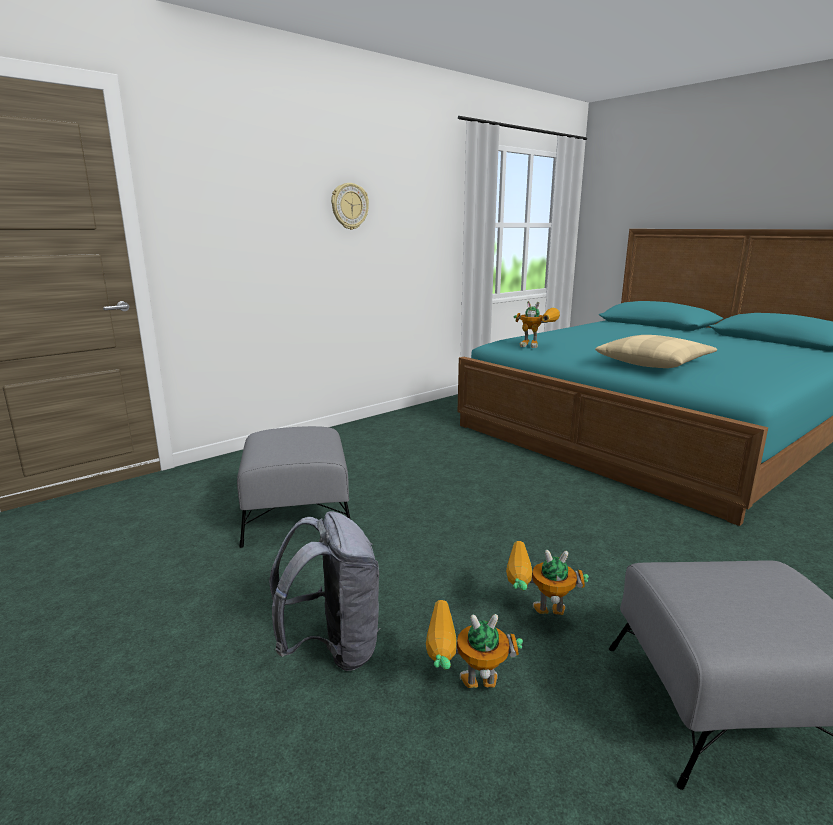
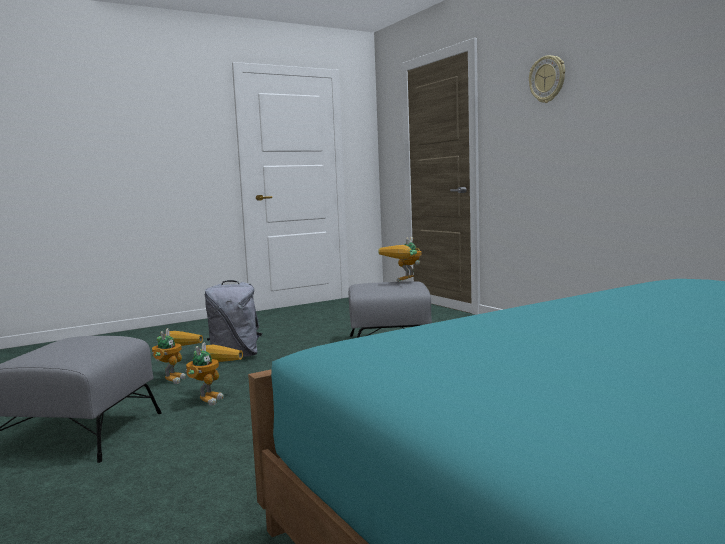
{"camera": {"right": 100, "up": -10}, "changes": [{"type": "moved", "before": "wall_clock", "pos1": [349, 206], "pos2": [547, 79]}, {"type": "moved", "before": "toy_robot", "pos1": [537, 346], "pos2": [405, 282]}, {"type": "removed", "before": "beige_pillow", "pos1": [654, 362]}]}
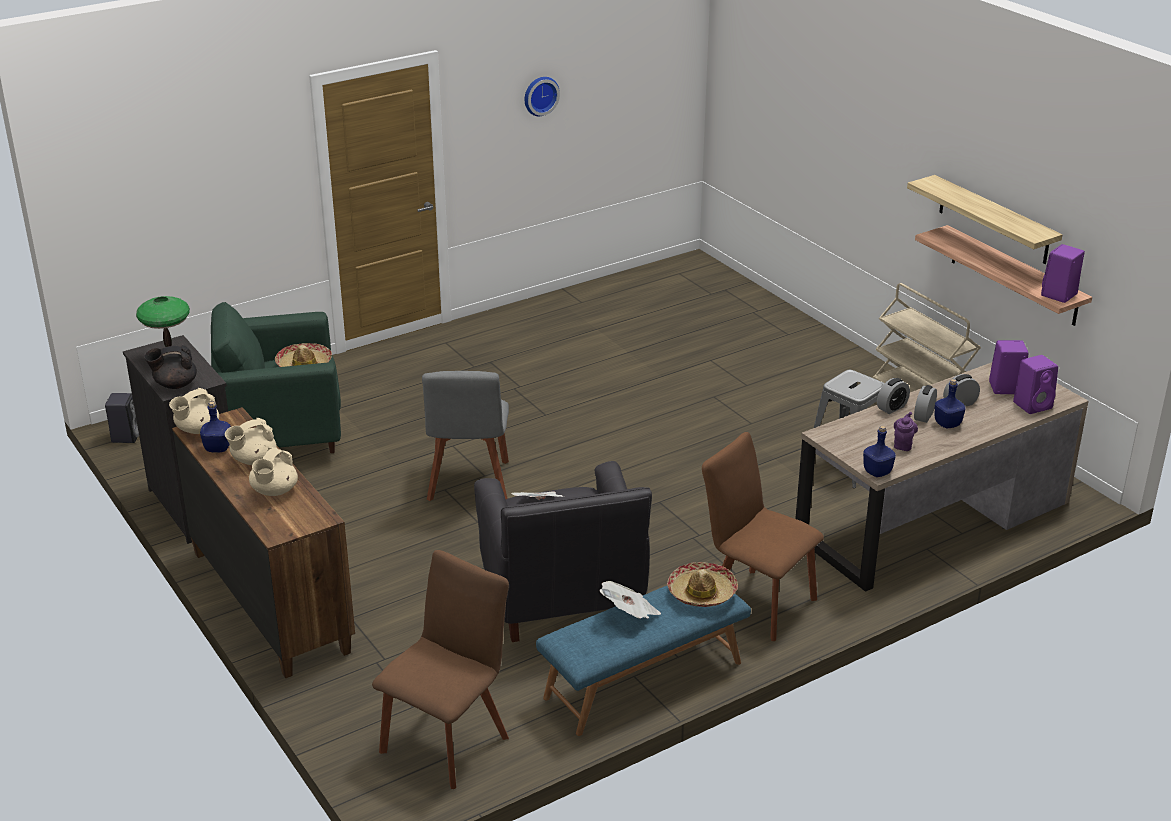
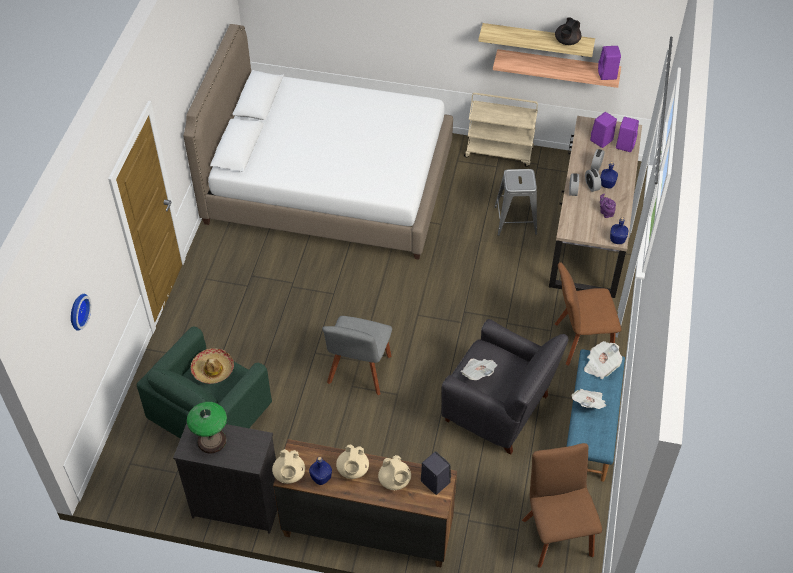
{"camera": {"right": -45, "up": 20}, "changes": [{"type": "moved", "before": "black_speaker", "pos1": [126, 436], "pos2": [434, 481]}, {"type": "moved", "before": "black_teapot", "pos1": [175, 384], "pos2": [567, 42]}, {"type": "turned", "before": "grey_chair", "pos1": [469, 483], "pos2": [359, 372], "turn": 60}, {"type": "moved", "before": "wall_clock", "pos1": [540, 95], "pos2": [77, 311]}, {"type": "replaced", "before": "hat", "after": "newspaper", "pos1": [702, 592], "pos2": [601, 365]}, {"type": "added", "after": "white_bed", "pos2": [329, 185]}]}
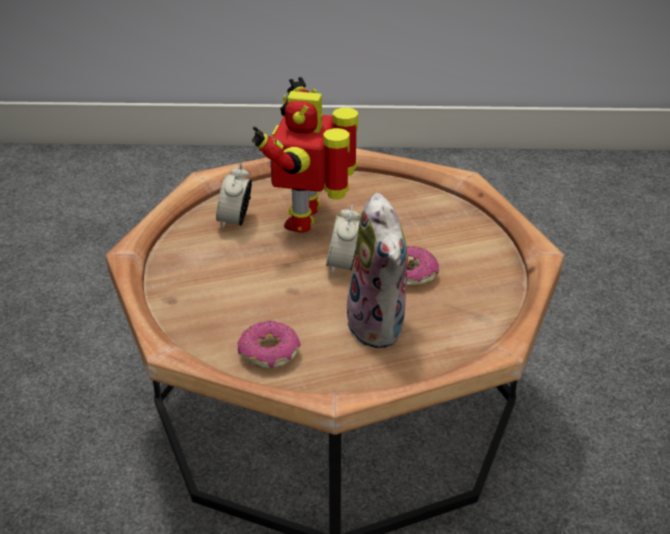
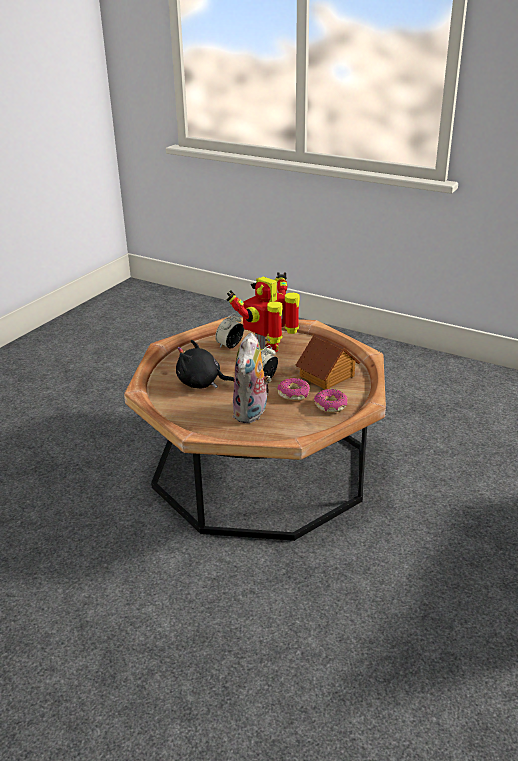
{"camera": {"right": 30, "up": -5}, "changes": [{"type": "moved", "before": "donut", "pos1": [269, 353], "pos2": [330, 406]}, {"type": "added", "after": "black_plush_toy", "pos2": [202, 383]}, {"type": "added", "after": "toy_house", "pos2": [327, 376]}]}
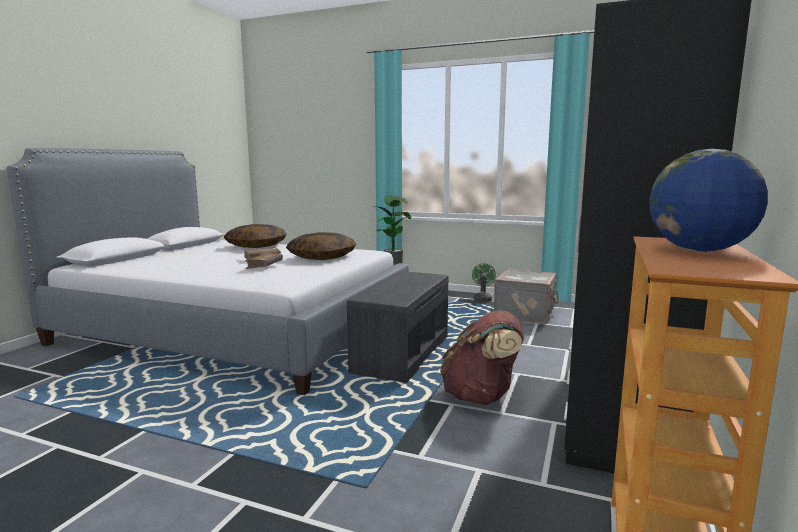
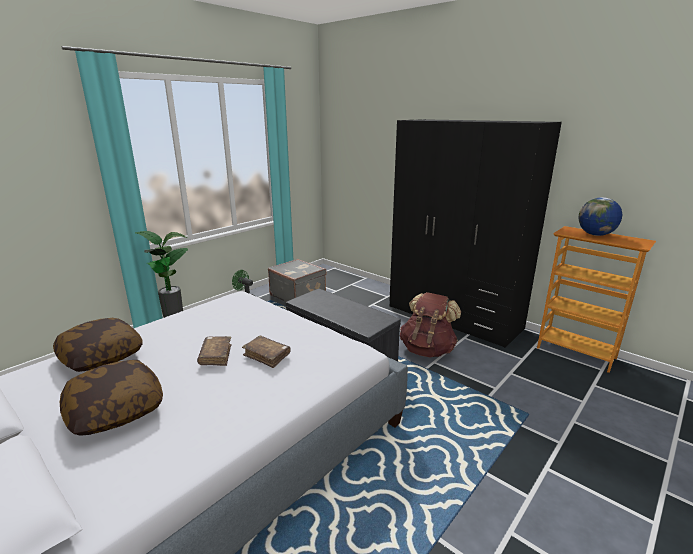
{"camera": {"right": -70, "up": 10}, "changes": [{"type": "moved", "before": "pillow", "pos1": [322, 257], "pos2": [115, 409]}]}
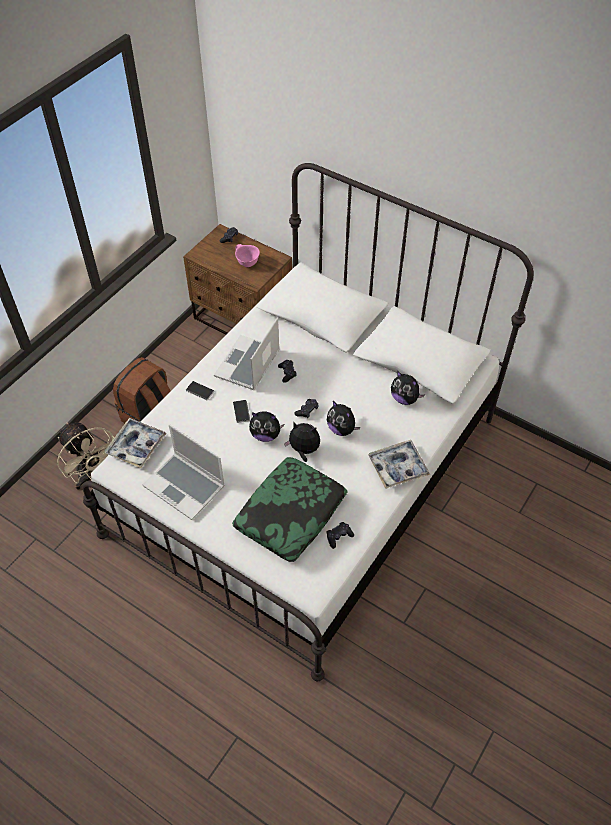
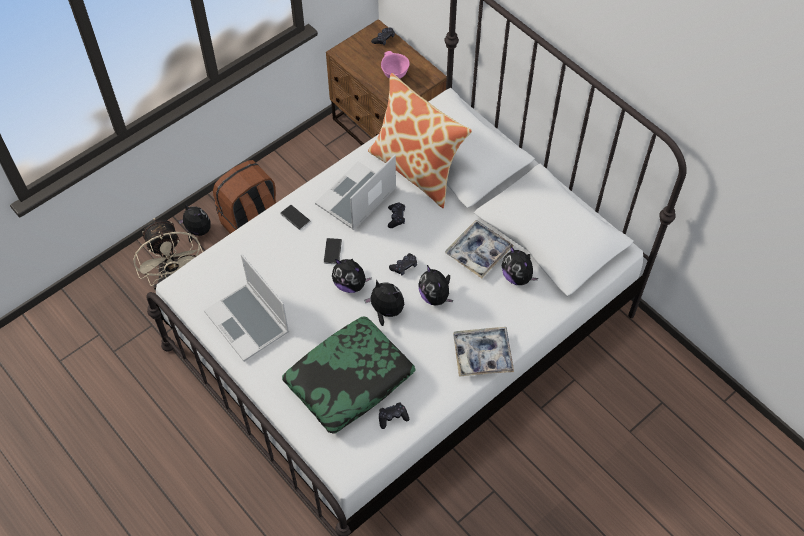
{"camera": {"right": 15, "up": 5}, "changes": [{"type": "moved", "before": "tray", "pos1": [136, 446], "pos2": [478, 252]}, {"type": "added", "after": "plush_toy", "pos2": [197, 231]}, {"type": "added", "after": "pillow", "pos2": [417, 169]}]}
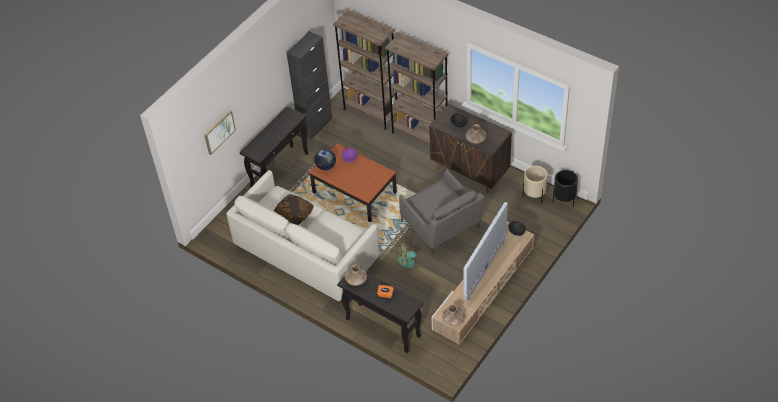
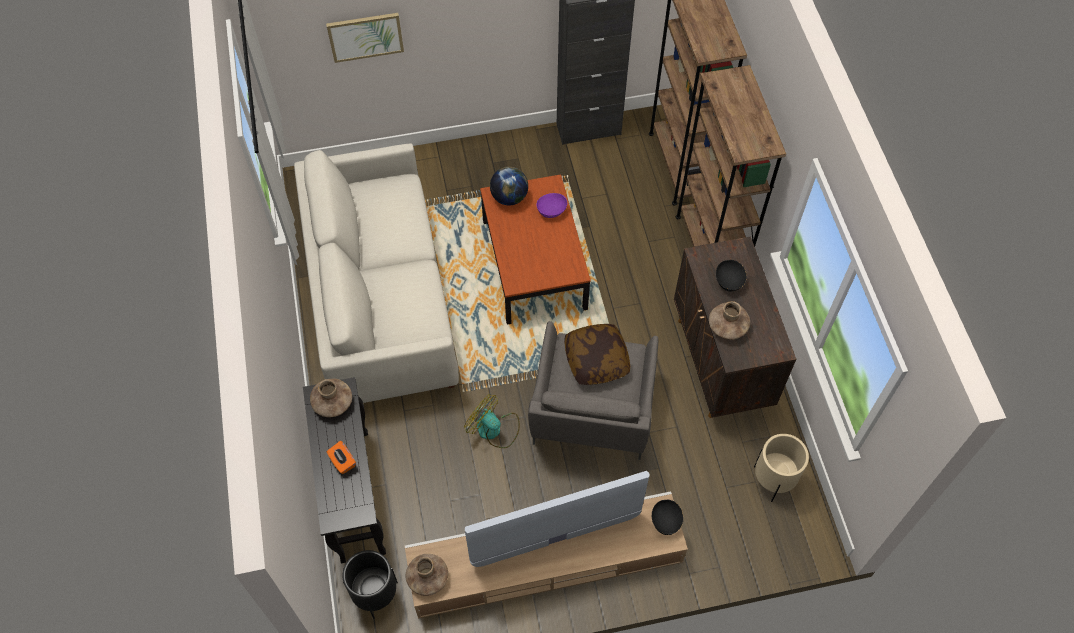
{"camera": {"right": 40, "up": 10}, "changes": [{"type": "removed", "before": "black_console_table", "pos1": [280, 169]}, {"type": "moved", "before": "pillow", "pos1": [294, 214], "pos2": [596, 359]}, {"type": "moved", "before": "black_planter", "pos1": [564, 200], "pos2": [376, 594]}]}
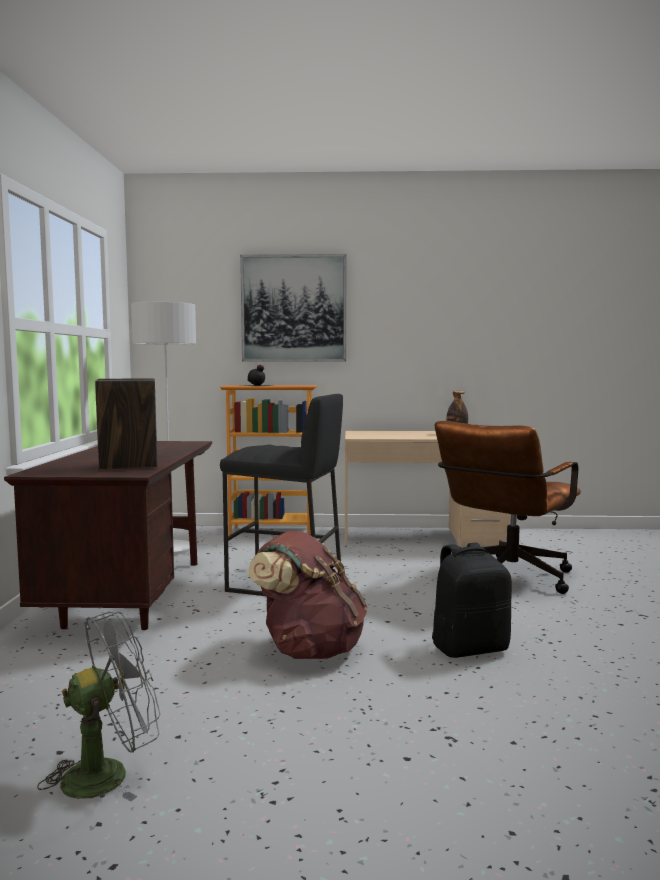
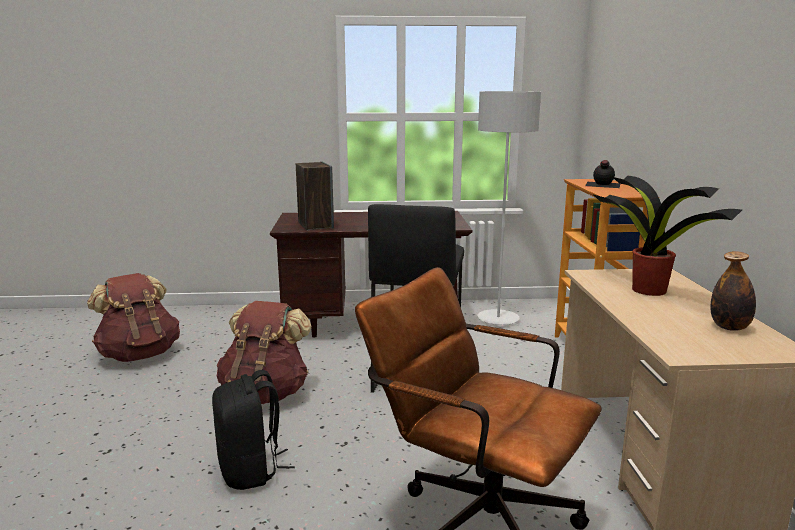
{"camera": {"right": 85, "up": 10}, "changes": [{"type": "replaced", "before": "grey_fan", "after": "brown_backpack", "pos1": [108, 773], "pos2": [139, 354]}, {"type": "removed", "before": "picture", "pos1": [294, 308]}, {"type": "added", "after": "potted_plant", "pos2": [647, 289]}]}
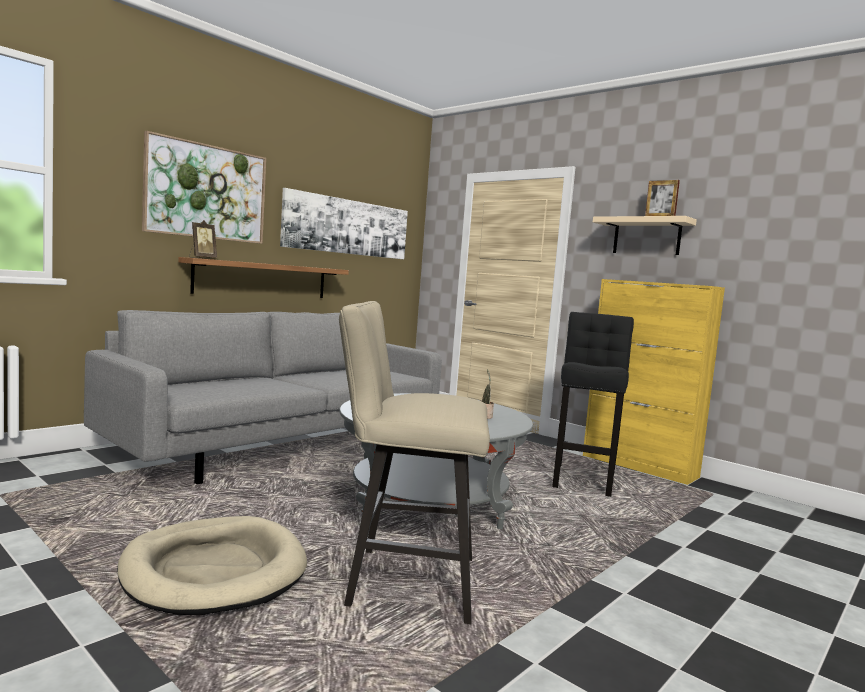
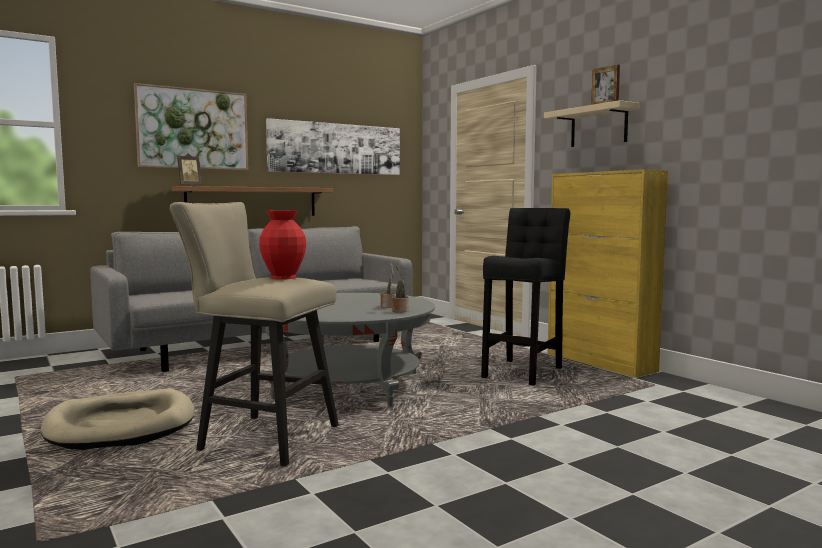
{"camera": {"right": 15, "up": 0}, "changes": [{"type": "added", "after": "red_vase", "pos2": [282, 277]}, {"type": "added", "after": "potted_plant", "pos2": [400, 311]}]}
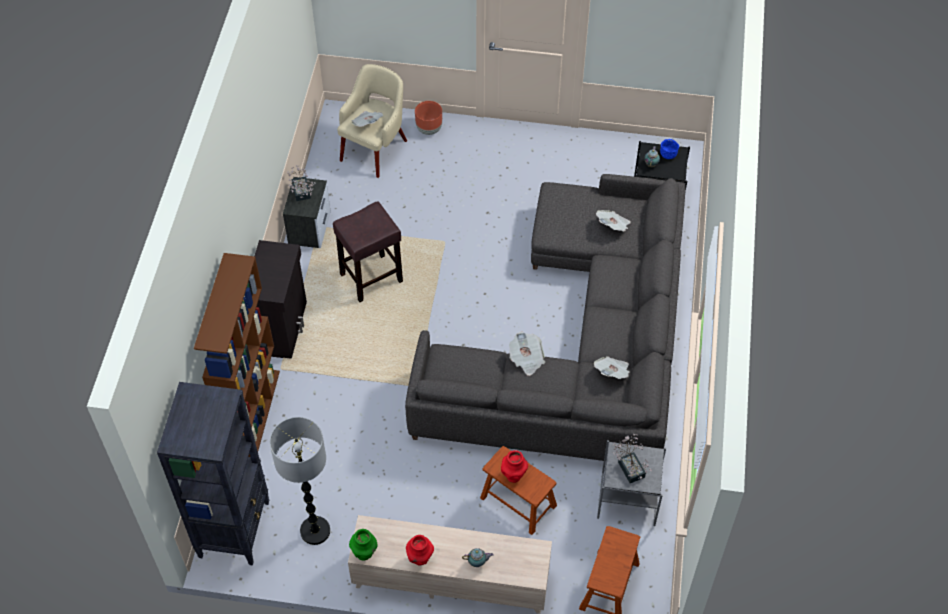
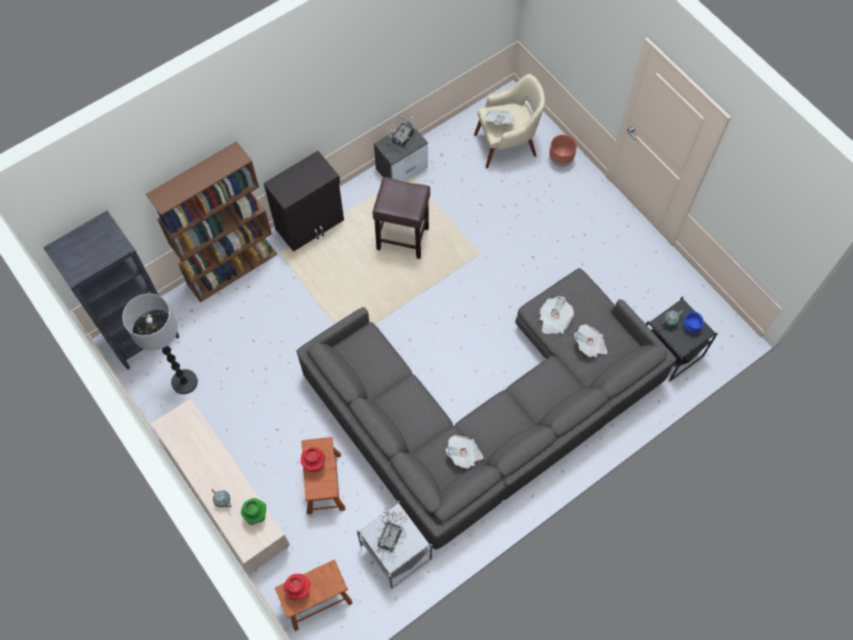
{"camera": {"right": 45, "up": 10}, "changes": [{"type": "moved", "before": "green_vase", "pos1": [364, 553], "pos2": [256, 516]}, {"type": "moved", "before": "red_vase", "pos1": [420, 559], "pos2": [299, 590]}, {"type": "moved", "before": "newspaper", "pos1": [526, 359], "pos2": [554, 320]}]}
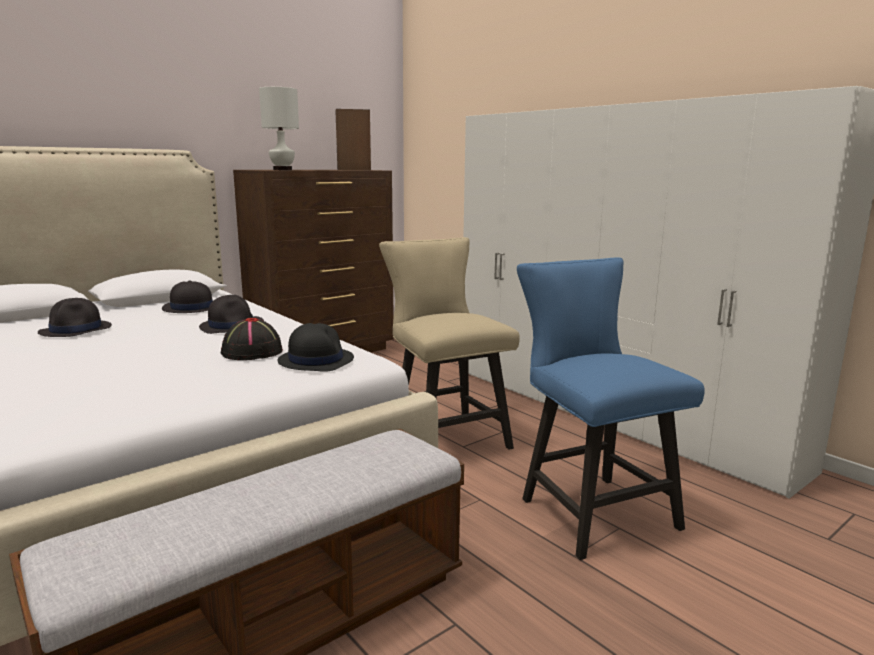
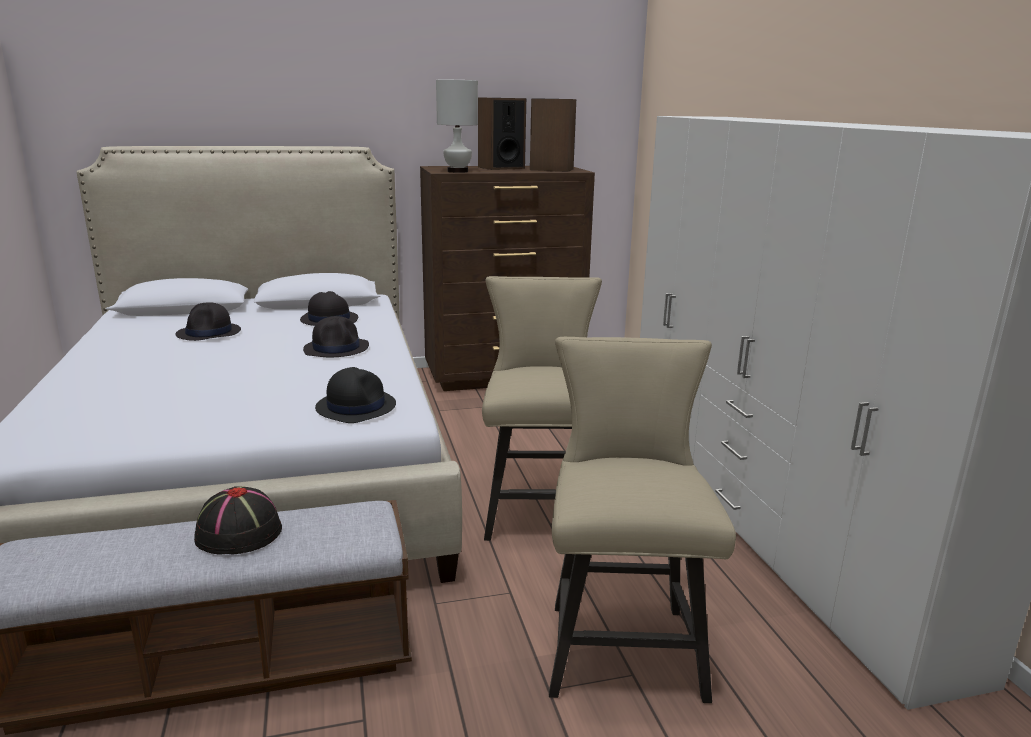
{"camera": {"right": 25, "up": 5}, "changes": [{"type": "moved", "before": "black_hat", "pos1": [251, 352], "pos2": [238, 533]}, {"type": "recoloured", "before": "blue_chair", "after": "beige_chair", "pos1": [590, 509], "pos2": [621, 641]}, {"type": "added", "after": "speaker", "pos2": [501, 168]}]}
